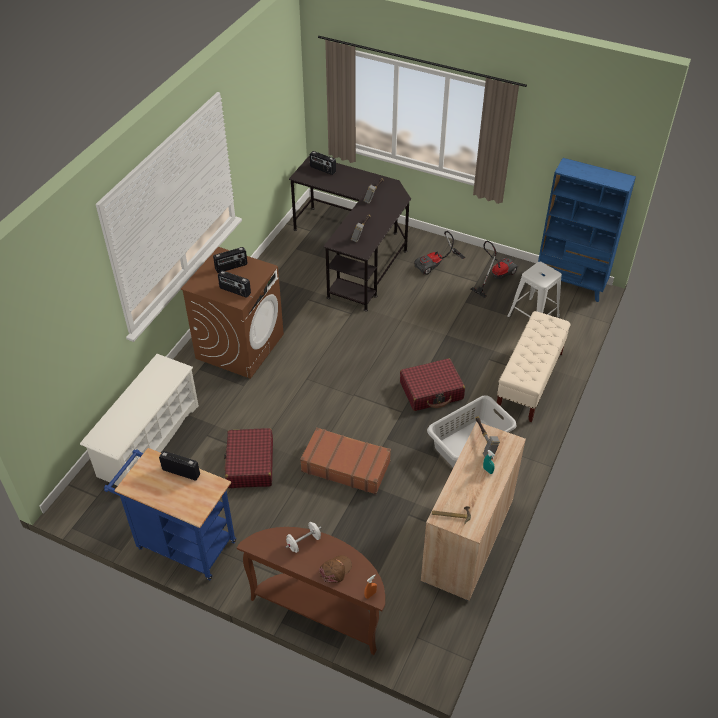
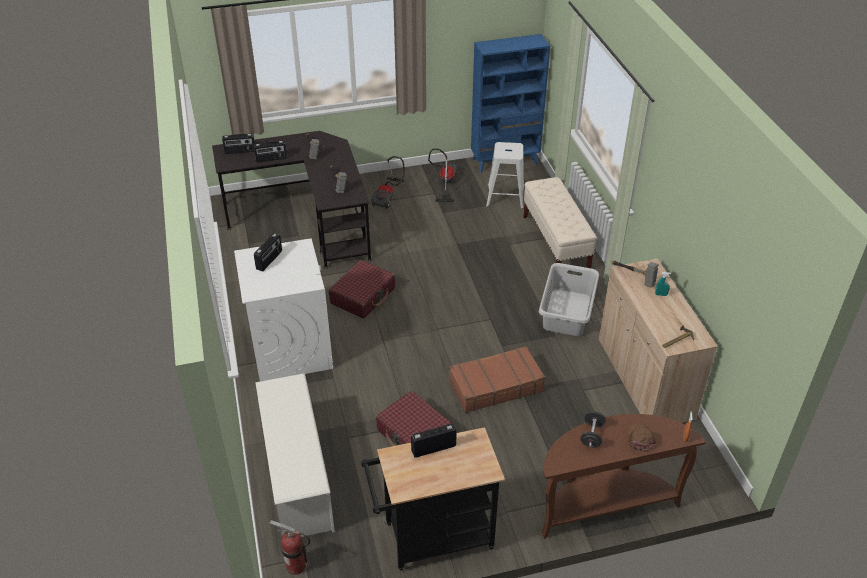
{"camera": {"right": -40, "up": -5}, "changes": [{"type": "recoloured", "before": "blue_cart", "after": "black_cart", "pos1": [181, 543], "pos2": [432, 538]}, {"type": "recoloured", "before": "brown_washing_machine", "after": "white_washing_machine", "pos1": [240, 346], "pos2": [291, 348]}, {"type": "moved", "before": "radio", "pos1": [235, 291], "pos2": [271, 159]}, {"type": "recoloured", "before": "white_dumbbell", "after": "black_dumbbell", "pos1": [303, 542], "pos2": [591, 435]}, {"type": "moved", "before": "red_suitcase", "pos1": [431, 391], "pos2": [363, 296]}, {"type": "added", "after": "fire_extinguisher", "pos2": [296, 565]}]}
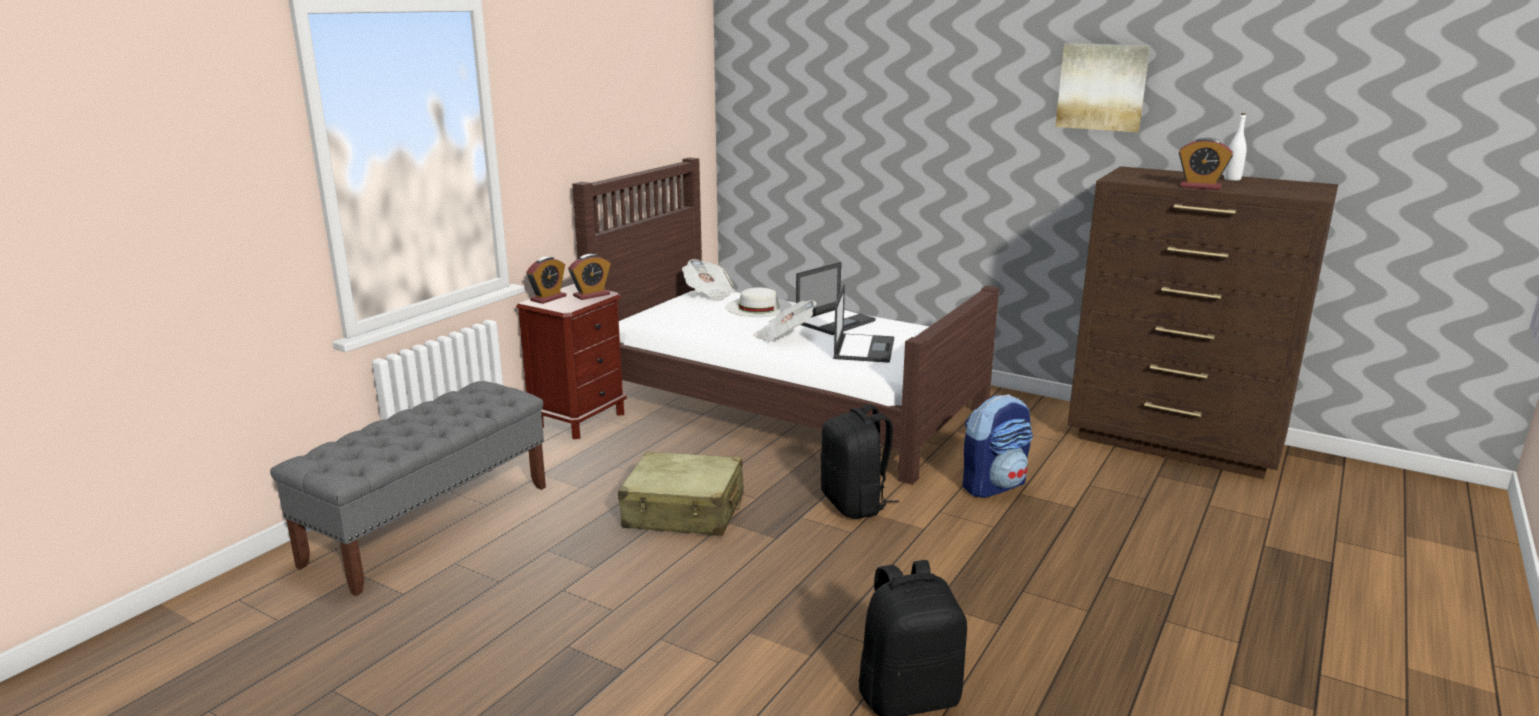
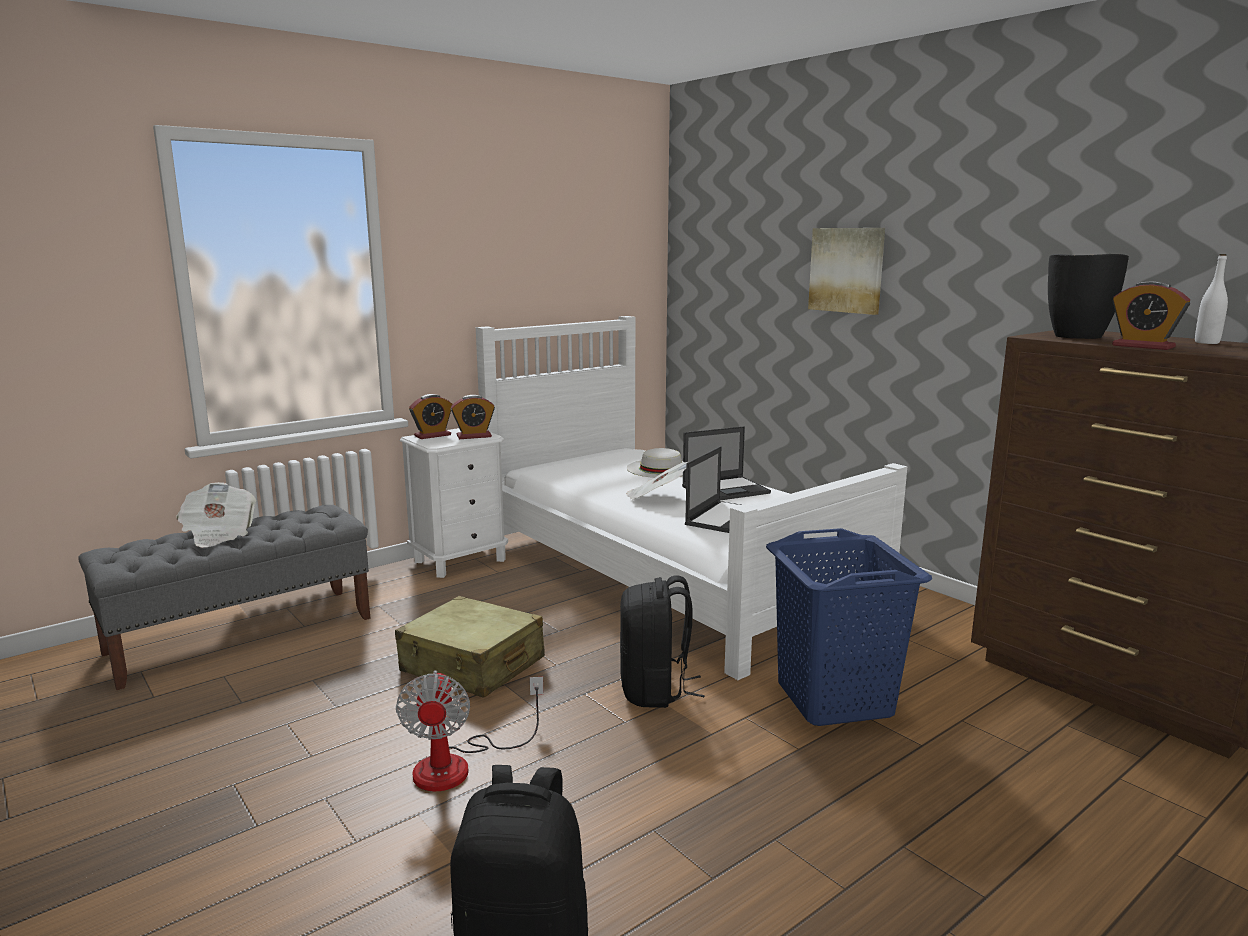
{"camera": {"right": 20, "up": -5}, "changes": [{"type": "recoloured", "before": "brown_nightstand", "after": "white_nightstand", "pos1": [580, 420], "pos2": [460, 560]}, {"type": "recoloured", "before": "brown_bed", "after": "white_bed", "pos1": [784, 403], "pos2": [668, 572]}, {"type": "moved", "before": "newspaper", "pos1": [709, 294], "pos2": [218, 534]}, {"type": "replaced", "before": "backpack", "after": "blue_laundry_basket", "pos1": [993, 485], "pos2": [835, 698]}, {"type": "moved", "before": "picture", "pos1": [1102, 87], "pos2": [847, 270]}, {"type": "added", "after": "fan", "pos2": [459, 765]}, {"type": "added", "after": "black_vase", "pos2": [1076, 337]}]}
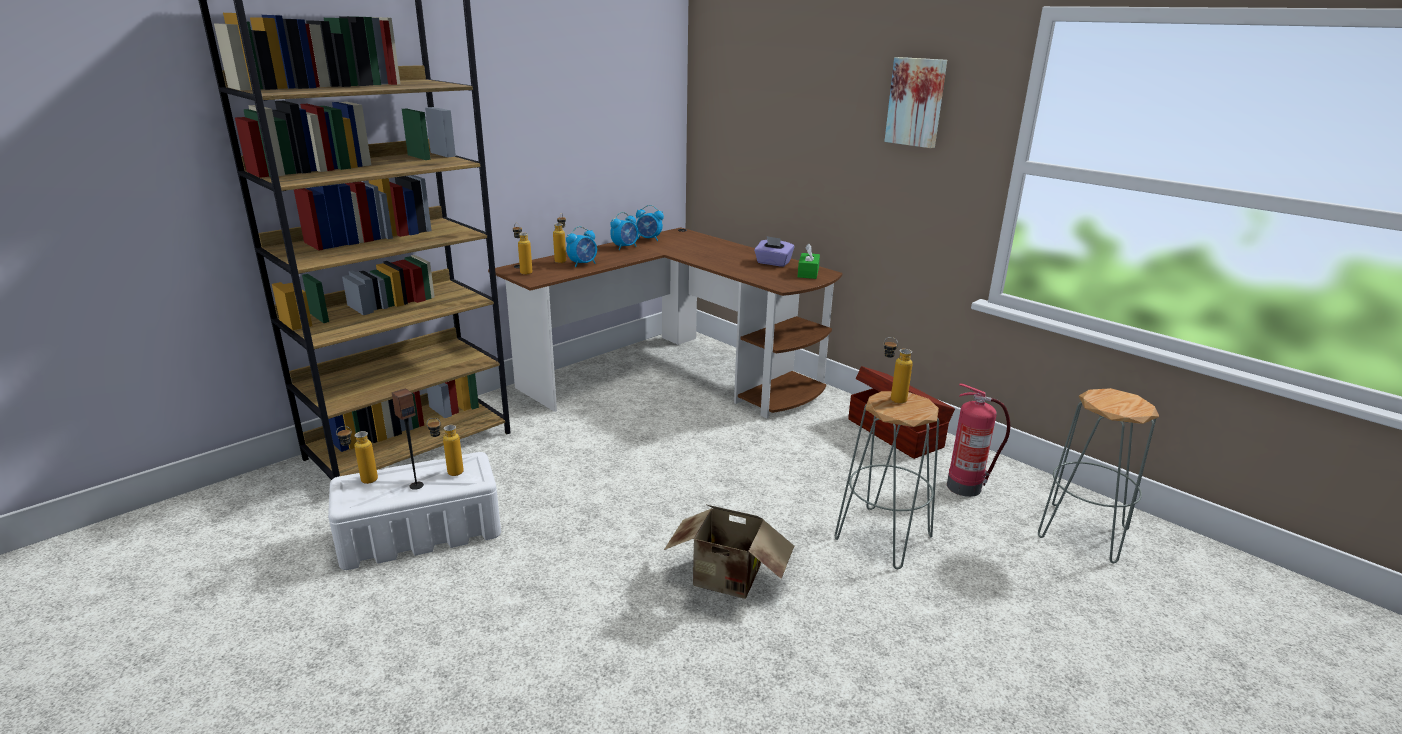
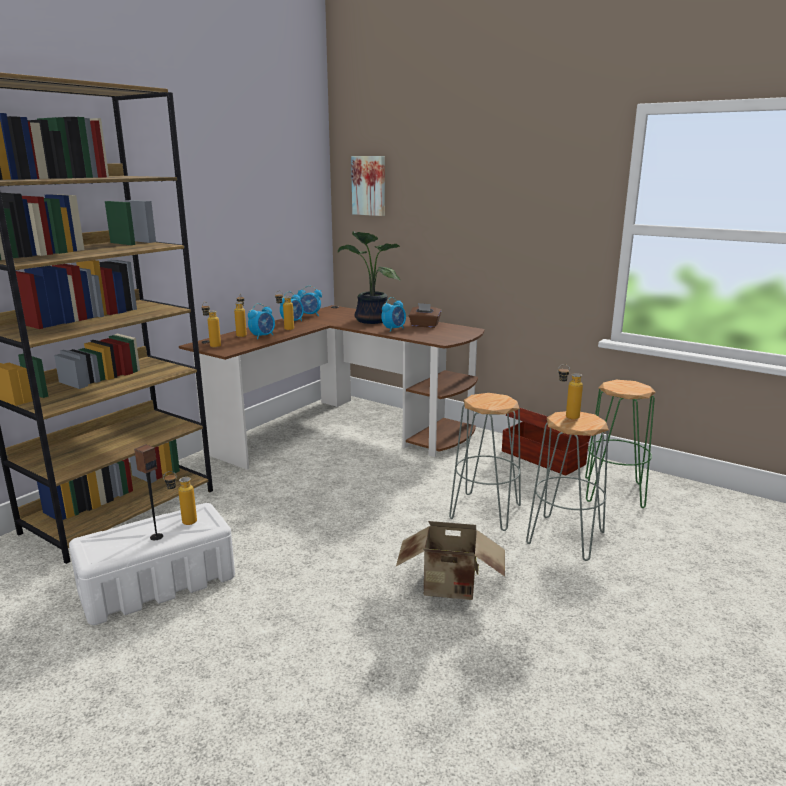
{"camera": {"right": -10, "up": -5}, "changes": [{"type": "moved", "before": "bottle", "pos1": [362, 481], "pos2": [285, 329]}, {"type": "recoloured", "before": "purple_tissue_box", "after": "brown_tissue_box", "pos1": [773, 263], "pos2": [424, 325]}, {"type": "removed", "before": "green_tissue_box", "pos1": [808, 273]}, {"type": "moved", "before": "picture", "pos1": [916, 102], "pos2": [369, 185]}, {"type": "replaced", "before": "fire_extinguisher", "after": "green_stool", "pos1": [966, 487], "pos2": [614, 492]}, {"type": "moved", "before": "grey_stool", "pos1": [1082, 533], "pos2": [485, 512]}, {"type": "added", "after": "potted_plant", "pos2": [370, 320]}, {"type": "added", "after": "alarm_clock", "pos2": [394, 329]}]}
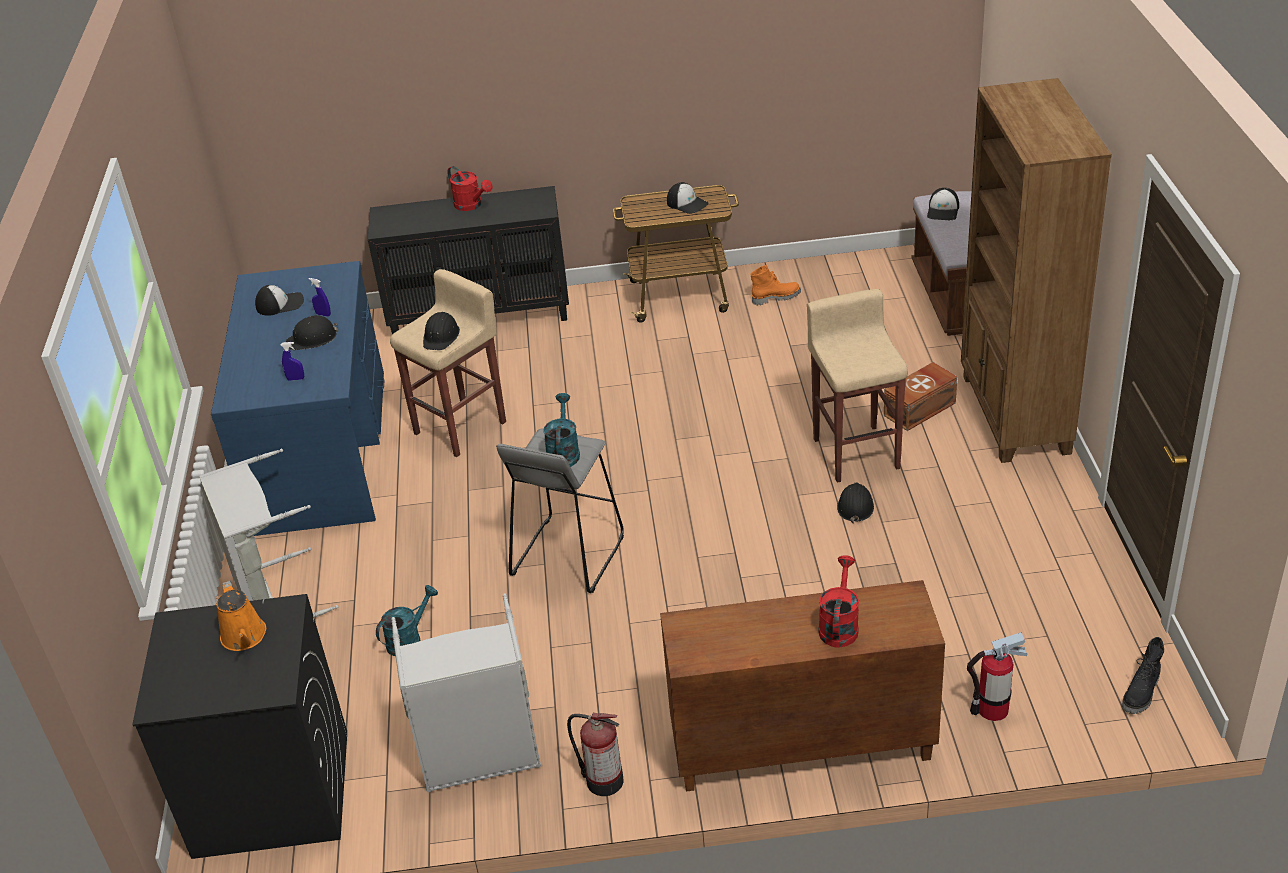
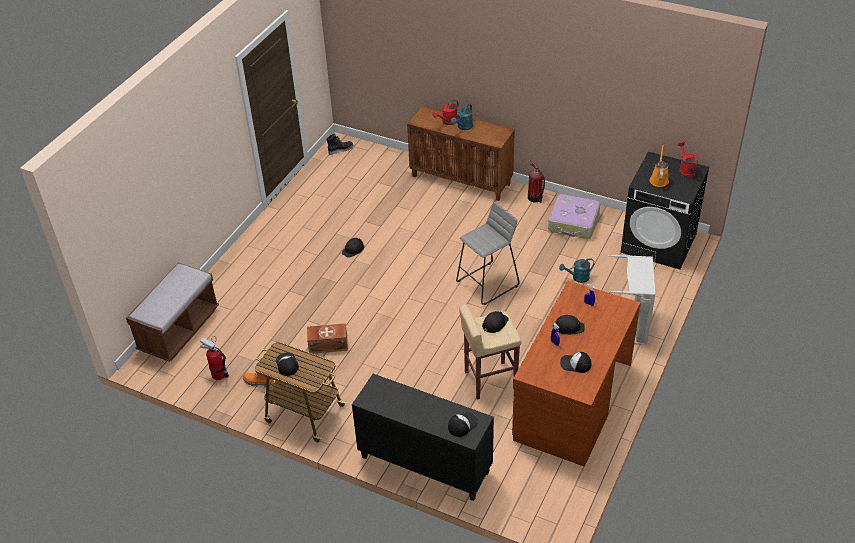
{"camera": {"right": -150, "up": 5}, "changes": [{"type": "recoloured", "before": "blue_desk", "after": "brown_desk", "pos1": [322, 453], "pos2": [572, 401]}, {"type": "replaced", "before": "grey_laundry_basket", "after": "suitcase", "pos1": [479, 756], "pos2": [574, 223]}, {"type": "moved", "before": "red_watering_can", "pos1": [471, 205], "pos2": [685, 170]}, {"type": "moved", "before": "turquoise_watering_can", "pos1": [563, 452], "pos2": [463, 127]}, {"type": "removed", "before": "beige_stool", "pos1": [856, 452]}, {"type": "moved", "before": "brown_storage_box", "pos1": [921, 409], "pos2": [327, 344]}, {"type": "moved", "before": "cap", "pos1": [943, 211], "pos2": [462, 424]}, {"type": "removed", "before": "brown_bookcase", "pos1": [1014, 415]}, {"type": "moved", "before": "fire_extinguisher", "pos1": [992, 709], "pos2": [219, 374]}]}
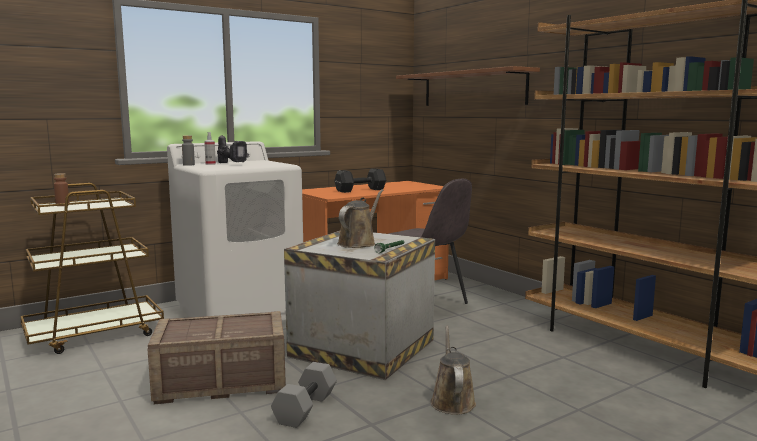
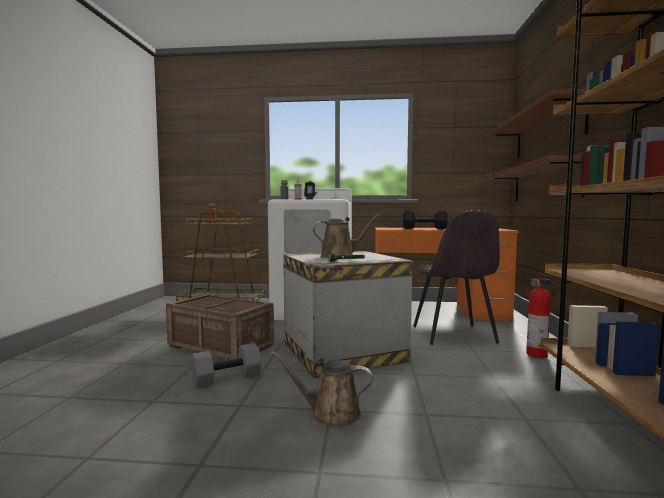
{"camera": {"right": 40, "up": -5}, "changes": [{"type": "turned", "before": "brown_watering_can", "pos1": [452, 401], "pos2": [330, 414], "turn": -120}, {"type": "added", "after": "brown_shelf", "pos2": [544, 183]}, {"type": "added", "after": "fire_extinguisher", "pos2": [538, 355]}]}
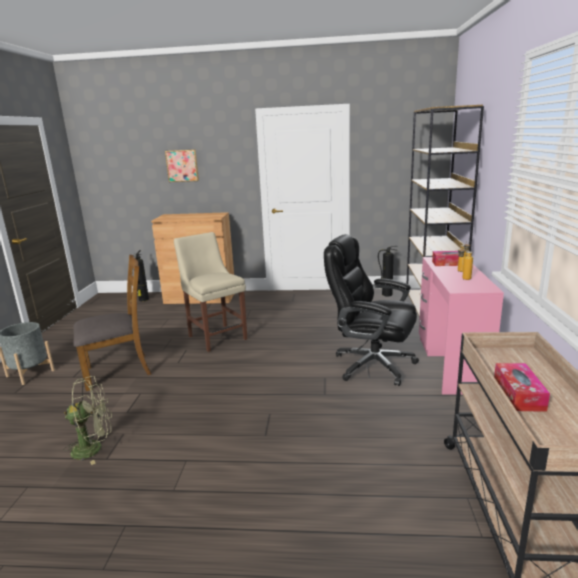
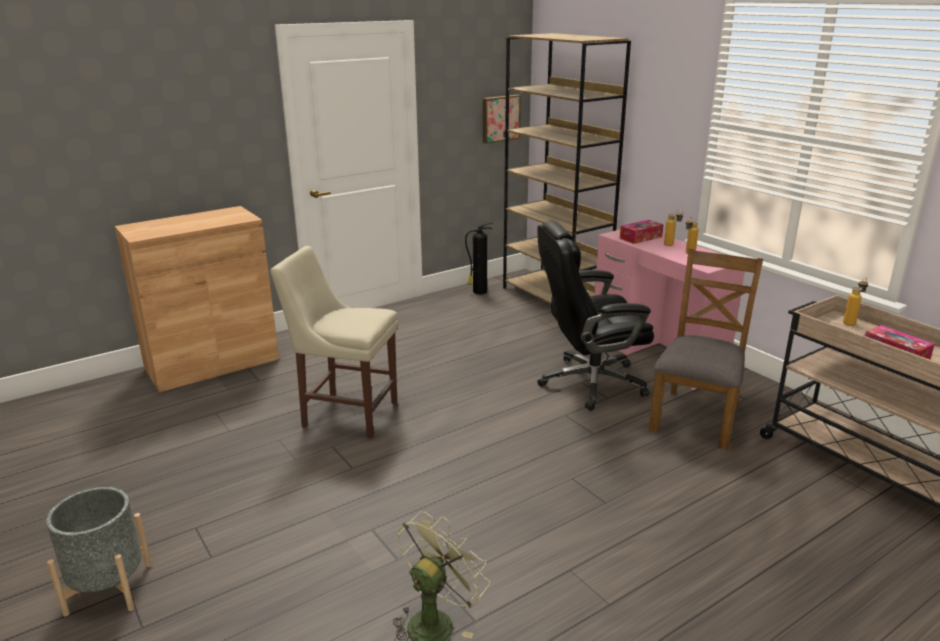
{"camera": {"right": -40, "up": 5}, "changes": [{"type": "moved", "before": "brown_chair", "pos1": [118, 371], "pos2": [696, 417]}, {"type": "removed", "before": "fire_extinguisher", "pos1": [143, 300]}, {"type": "moved", "before": "picture", "pos1": [182, 165], "pos2": [500, 118]}, {"type": "added", "after": "bottle", "pos2": [851, 322]}]}
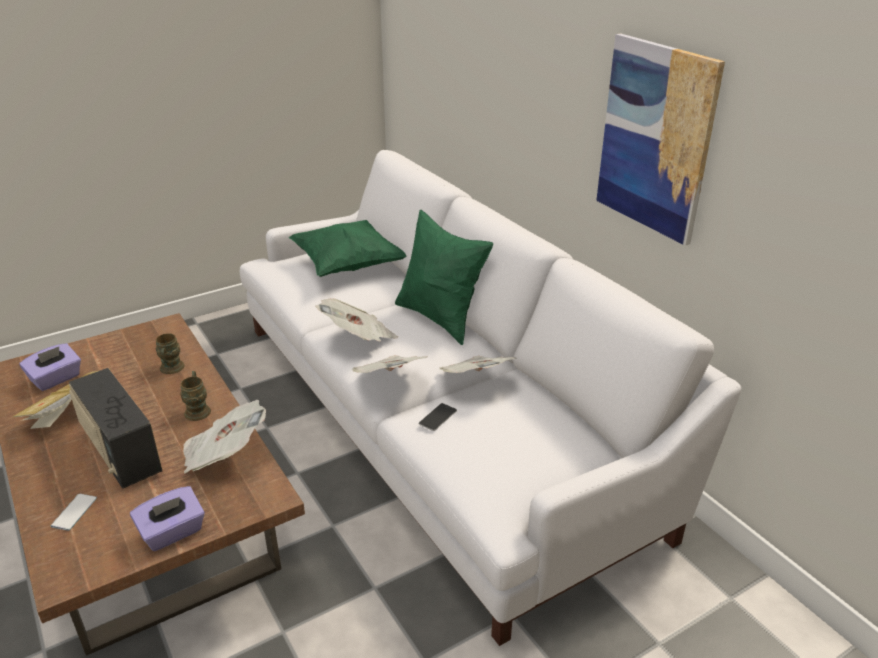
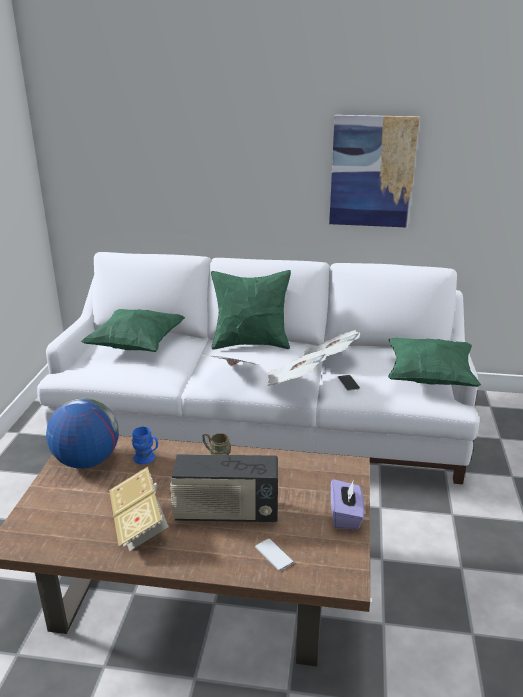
{"camera": {"right": -50, "up": -5}, "changes": [{"type": "removed", "before": "purple_tissue_box", "pos1": [56, 379]}, {"type": "recoloured", "before": "brown_mug", "after": "blue_mug", "pos1": [171, 370], "pos2": [147, 459]}, {"type": "removed", "before": "newspaper", "pos1": [224, 454]}, {"type": "added", "after": "globe", "pos2": [86, 461]}, {"type": "added", "after": "green_pillow", "pos2": [429, 378]}]}
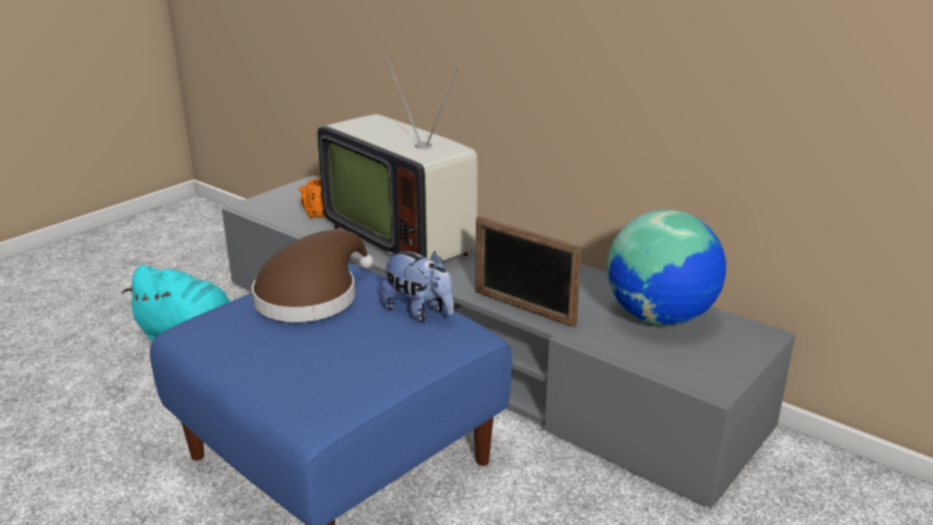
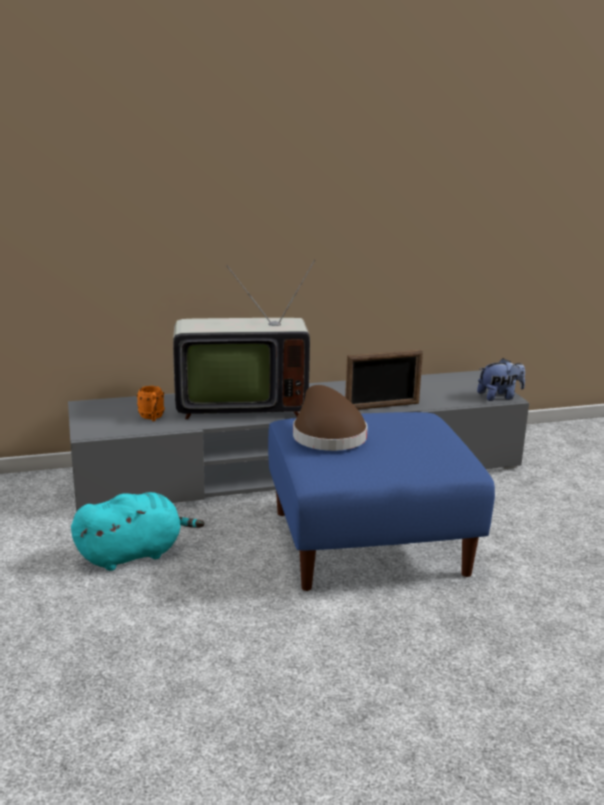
{"camera": {"right": -55, "up": -5}, "changes": [{"type": "moved", "before": "plush_toy", "pos1": [419, 312], "pos2": [499, 397]}, {"type": "removed", "before": "globe", "pos1": [661, 317]}]}
